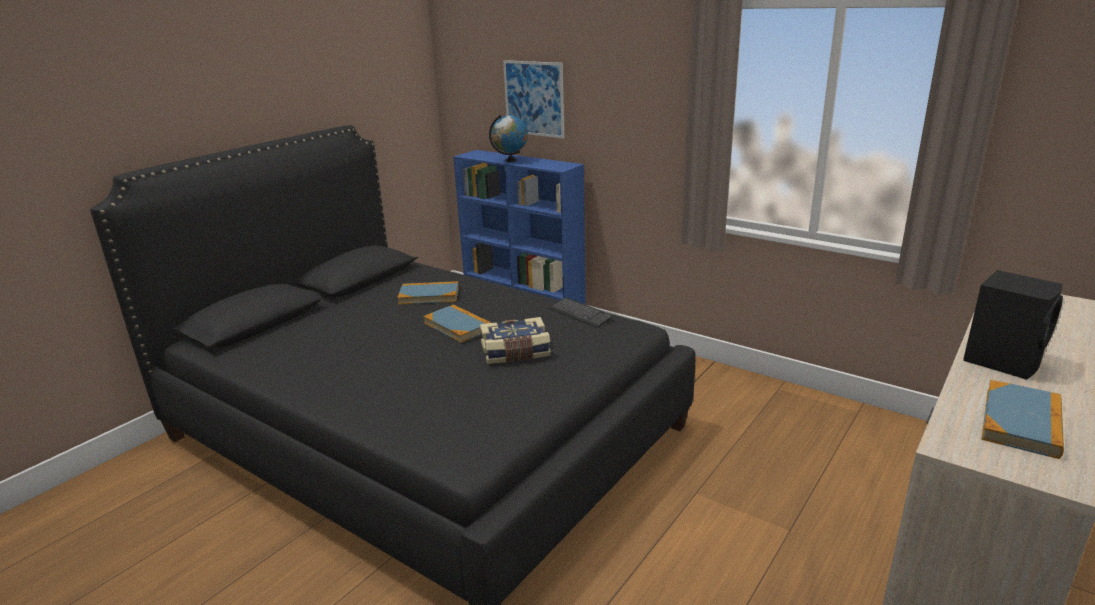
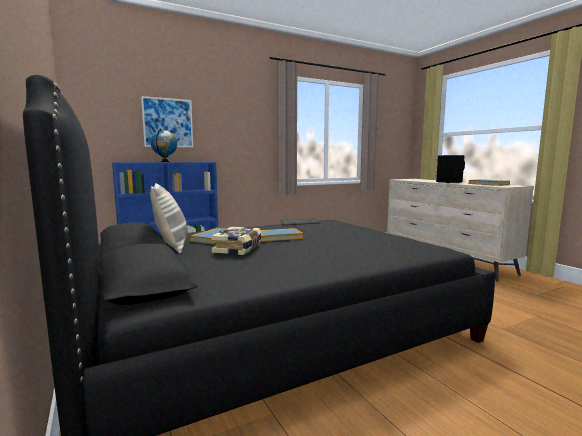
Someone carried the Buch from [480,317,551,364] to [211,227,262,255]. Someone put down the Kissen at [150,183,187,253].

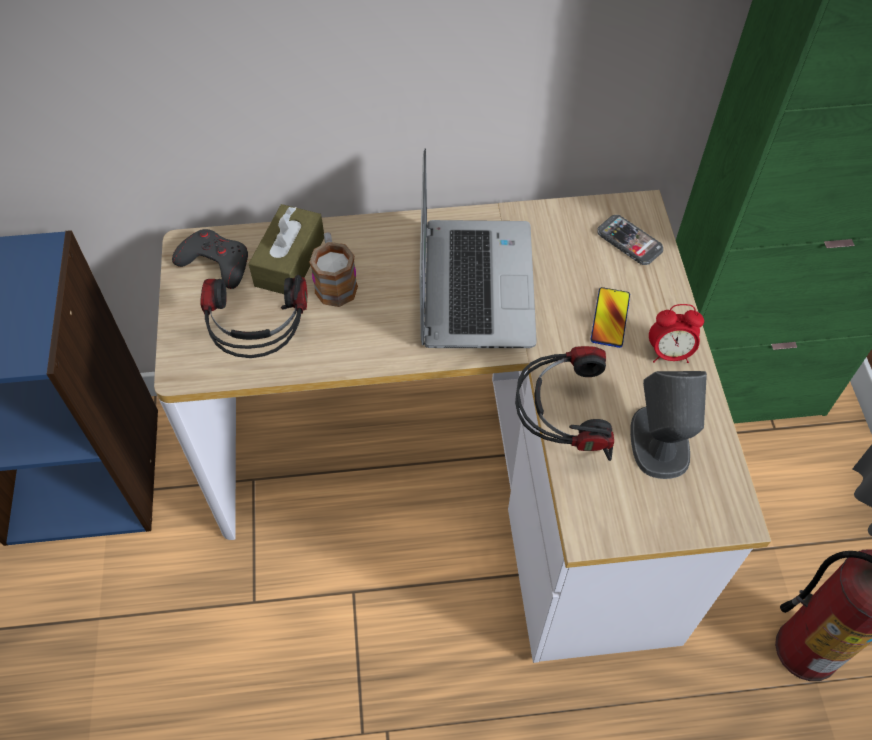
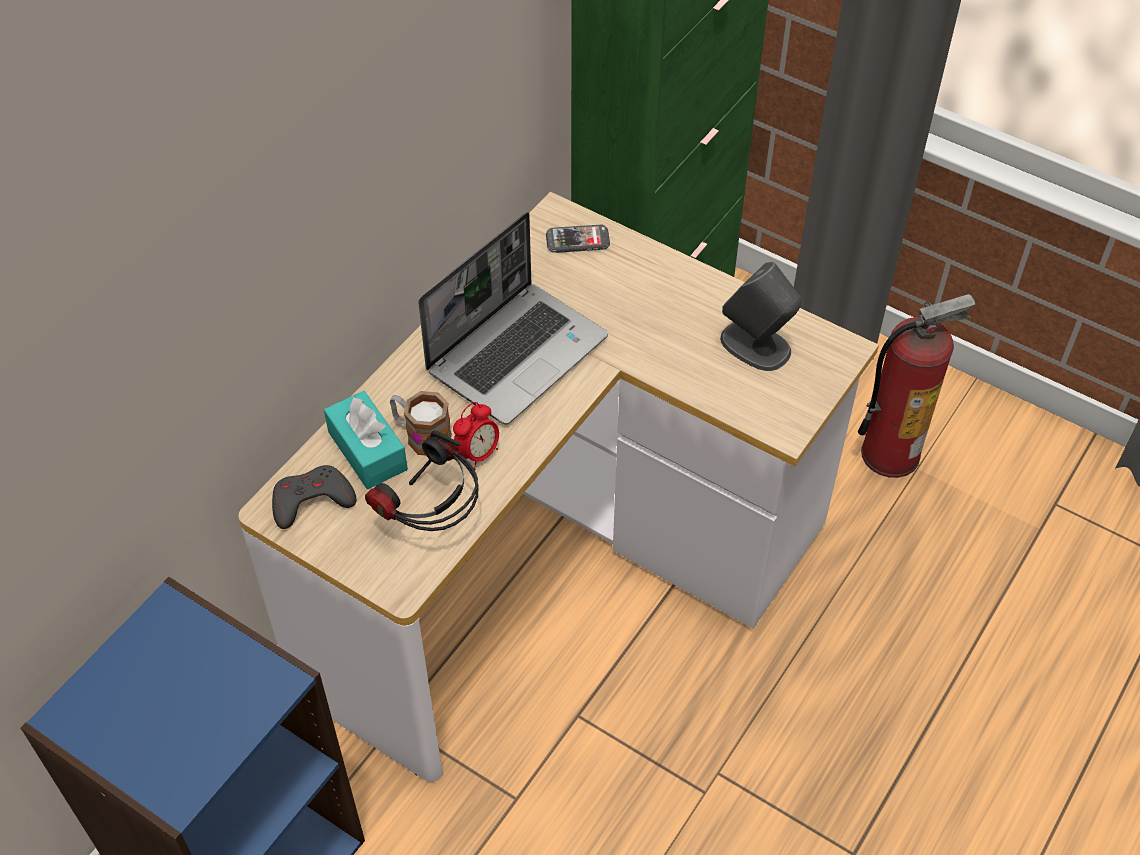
Someone repainted the Taschentuchbox/braun at [249,204,324,294], which became the Taschentuchbox/türkis at [324,391,408,489]. Someone rotated the Laptop at [419,149,537,348] by 90 degrees clockwise. Someone took away the Kopfhörer at [515,346,614,461]. Someone took away the Handy at [591,287,630,348]. Someone carried the Wecker from [649,304,704,363] to [453,402,499,469].

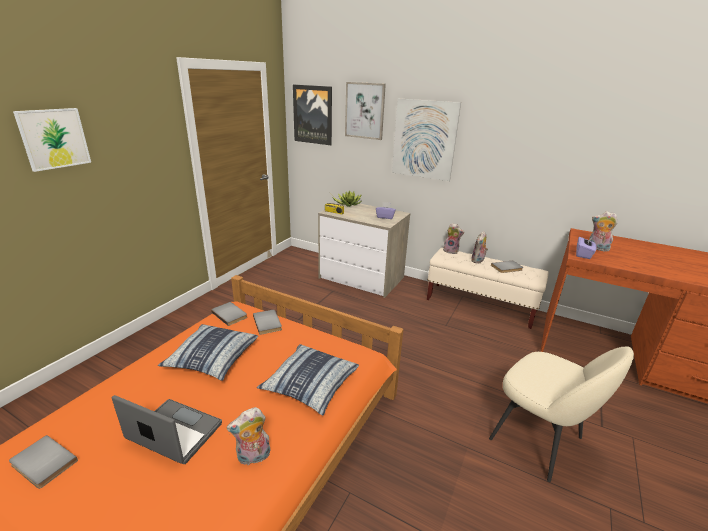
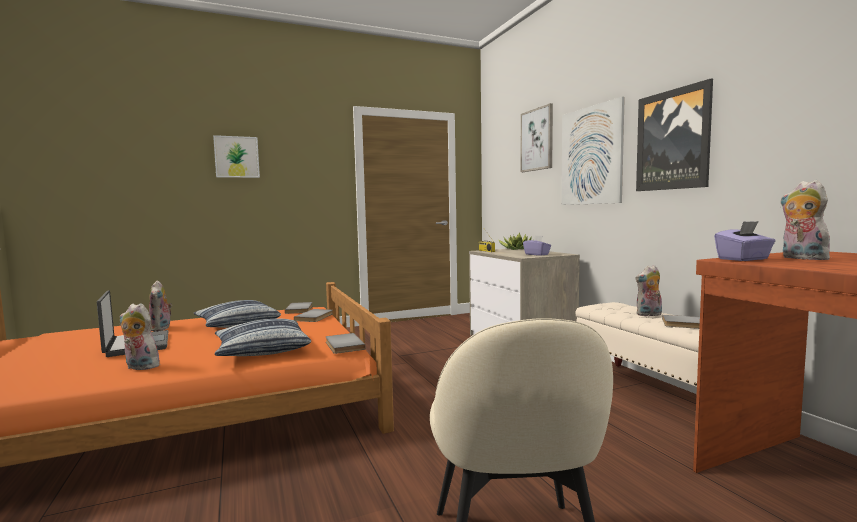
Someone carried the Buch/grau from [9,435,78,489] to [326,333,366,354]. Someone carried the Bild from [293,85,332,145] to [636,78,713,191]. Someone carried the Plüschtier from [443,223,464,254] to [149,280,173,331].

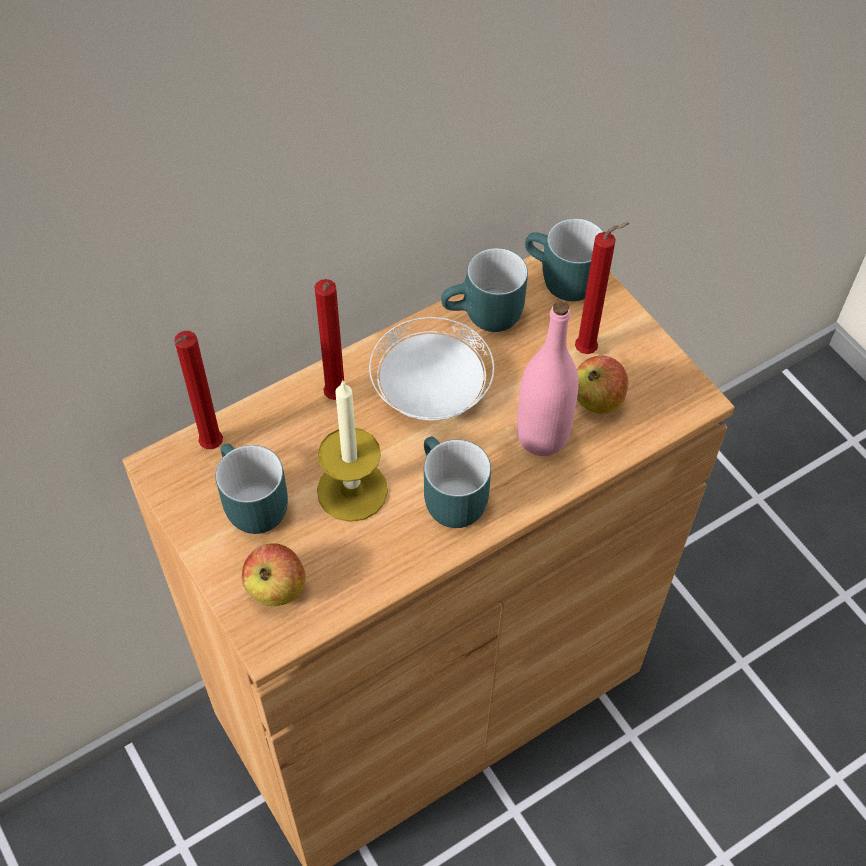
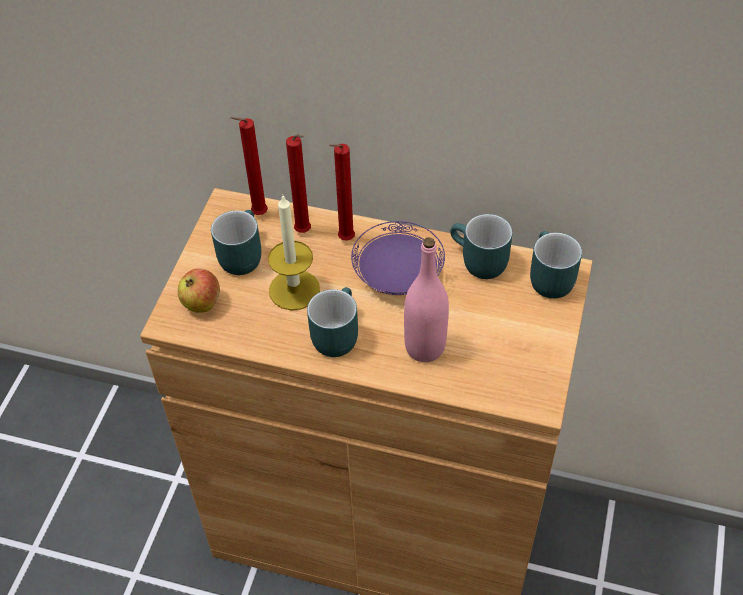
Someone repainted the Teller/weiß at [369,317,494,420], which became the Teller/lila at [351,221,445,295]. Someone carried the Kerze/rot from [575,223,630,354] to [286,134,311,233]. Someone took away the Apfel at [577,356,629,414].

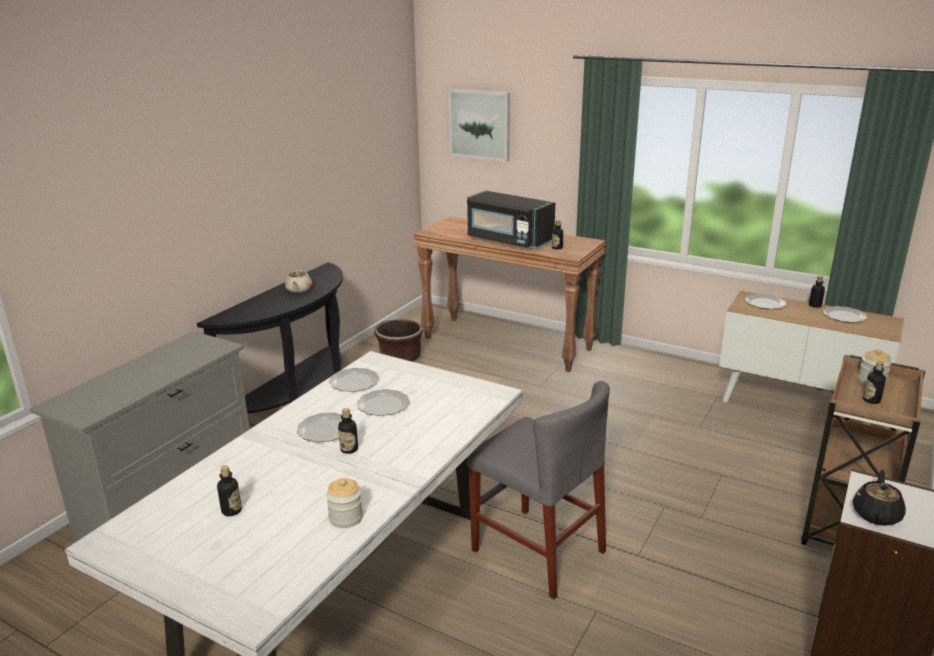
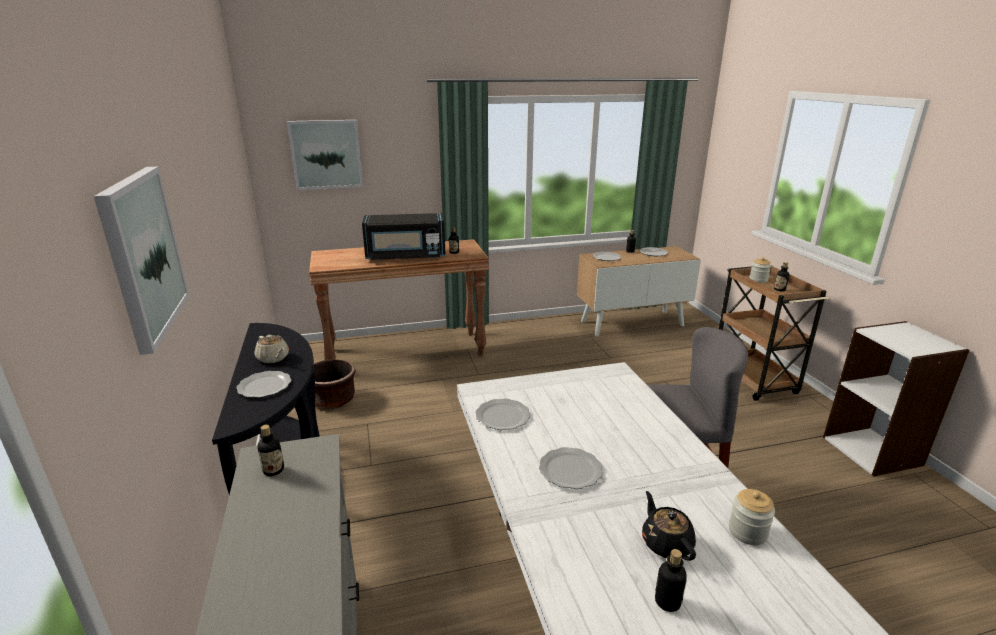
Someone carried the Flasche from [338,408,358,454] to [258,425,284,476]. Someone carried the Teller from [357,389,410,416] to [236,371,292,398]. Someone carried the Teekanne/schwarz from [853,470,906,526] to [642,491,696,561]. Someone put up the Bild at [94,167,189,355].

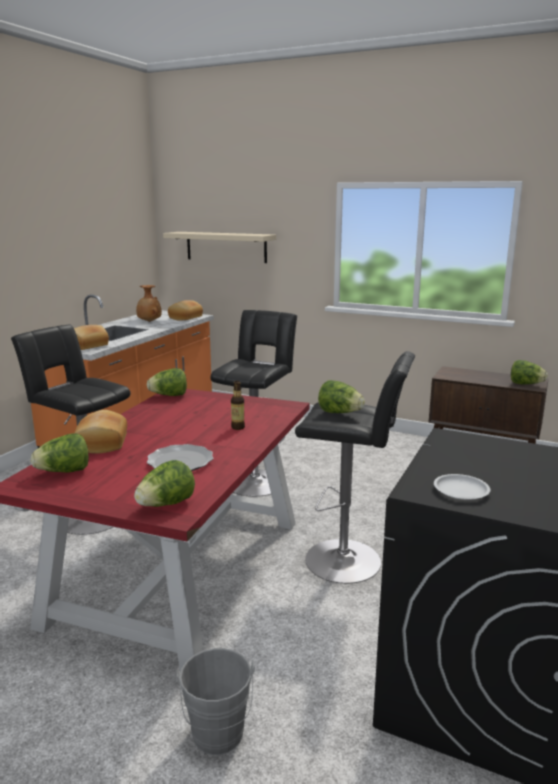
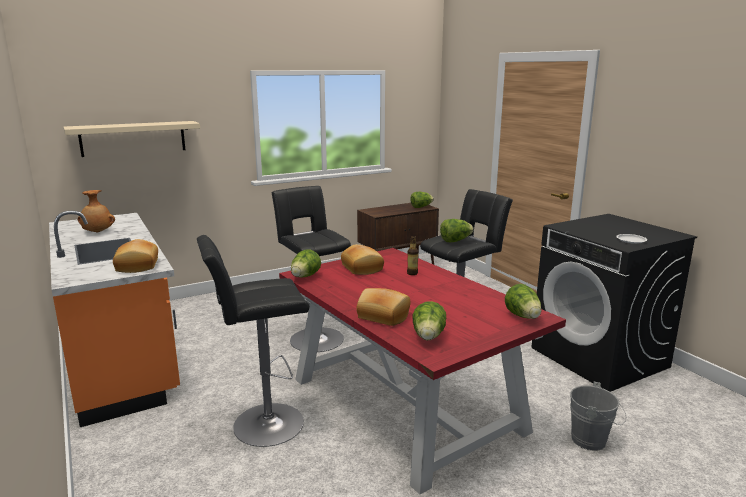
Someone took away the Teller at [147,444,213,471]. Someone carried the Brot from [168,300,203,320] to [341,244,384,275].

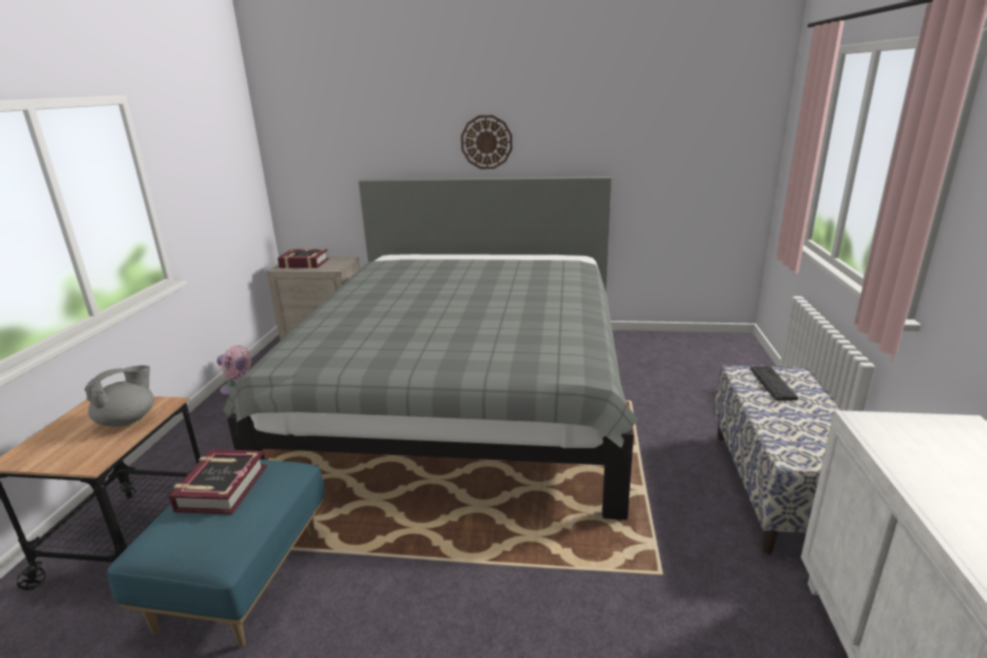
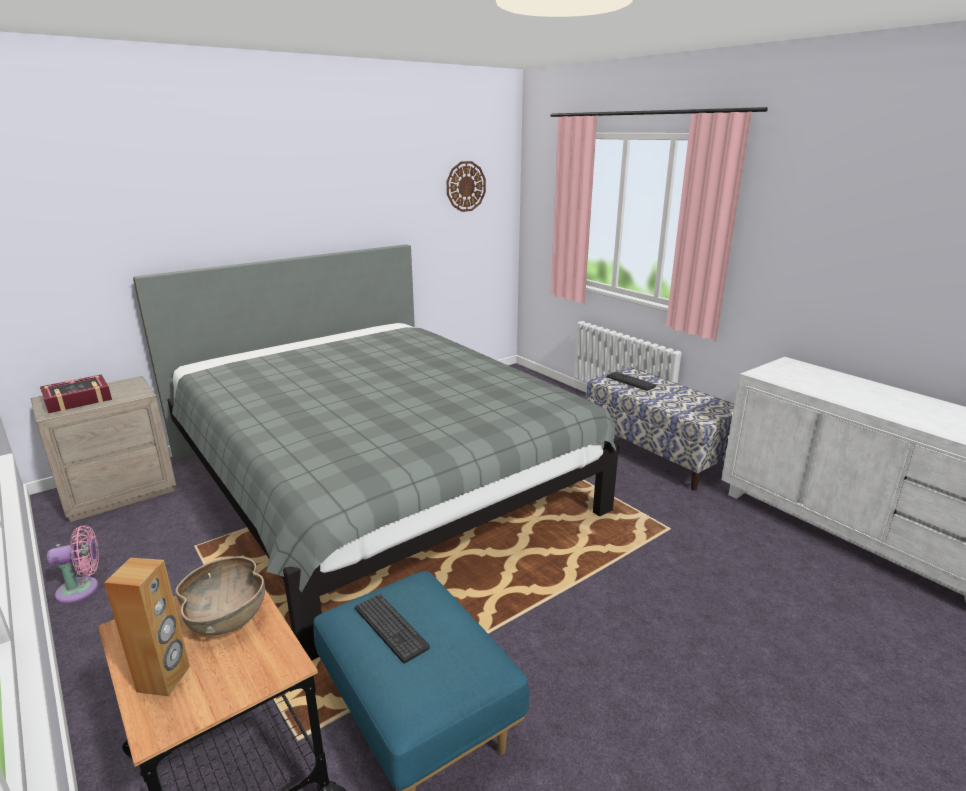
Someone swapped the Teekanne/grau at [85,365,154,427] for the Schüssel/braun at [175,556,265,635]. Someone swapped the Buch at [169,449,267,514] for the Tastatur at [355,594,430,664]. Someone carried the Wanduhr from [461,115,512,169] to [447,161,486,212]. Someone put down the Lautsprecher/braun at [104,558,190,696].

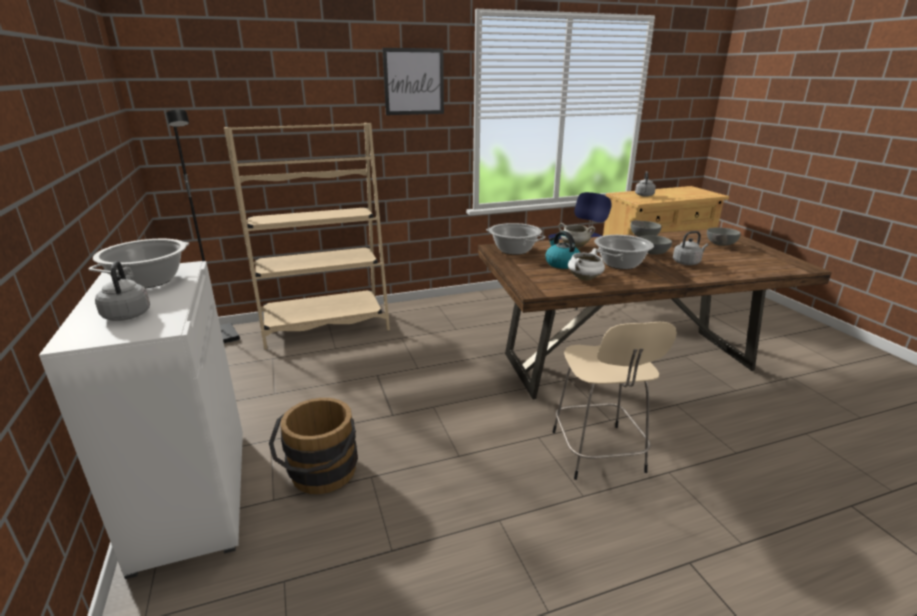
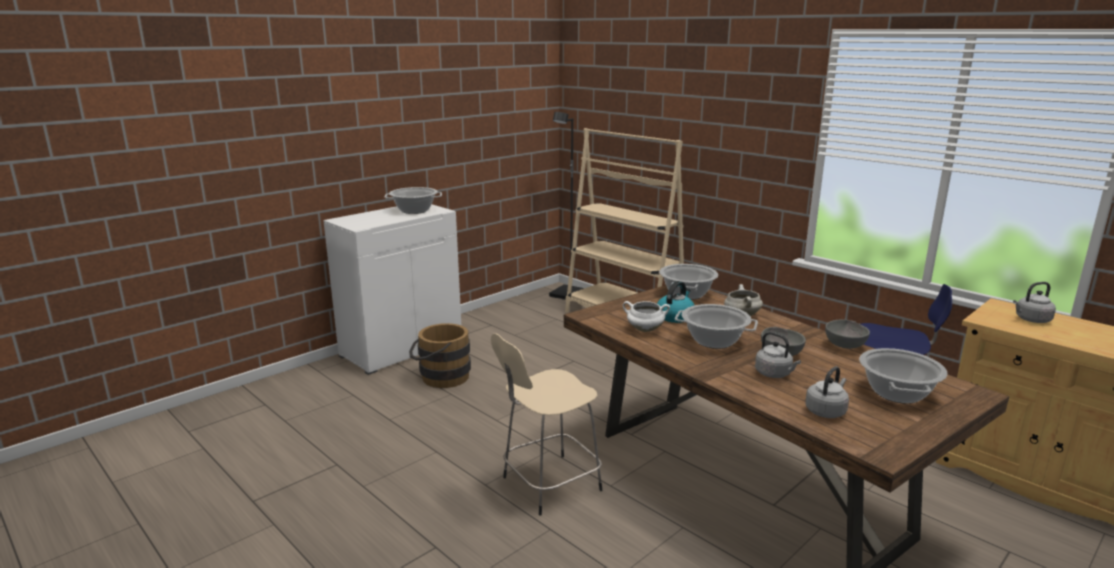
Someone carried the Wasserkessel/grau from [95,261,150,321] to [805,366,849,418]. Someone took away the Bild at [382,48,444,115]. Someone swapped the Schüssel/grau at [707,228,741,246] for the Kochtopf at [859,348,948,404].

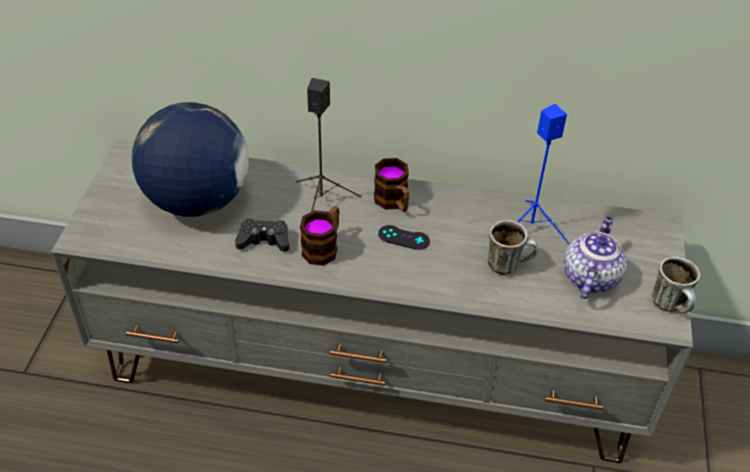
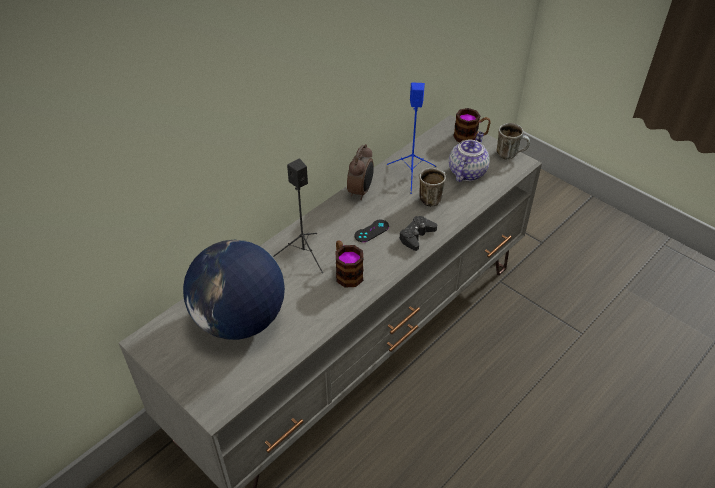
Someone carried the Gamepad/schwarz from [235,219,289,252] to [399,216,437,251]. Someone carried the Henkelbecher from [374,158,409,212] to [453,108,491,142]. Someone rotated the Teekanne at [564,216,627,299] by 60 degrees clockwise. Someone put down the Wecker at [347,144,374,200].

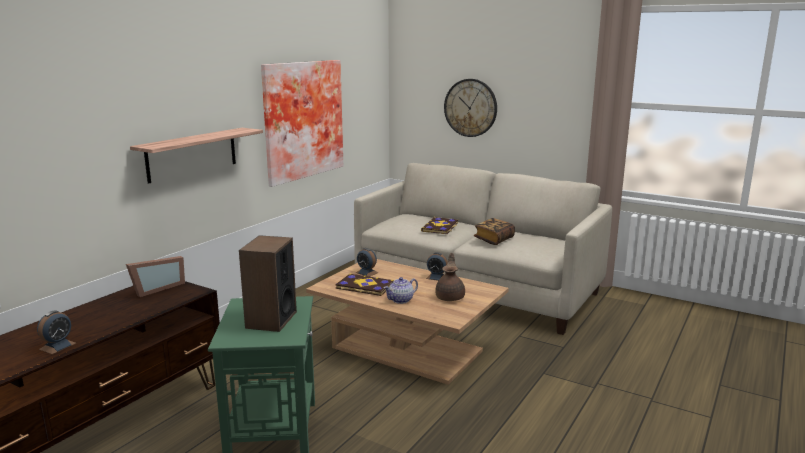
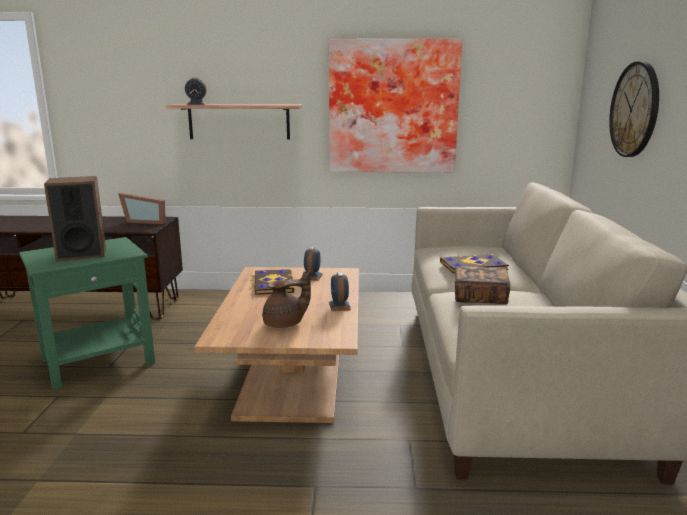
Someone carried the Wecker from [37,310,76,354] to [185,77,207,105]. Someone took away the Teekanne at [384,277,418,304].

